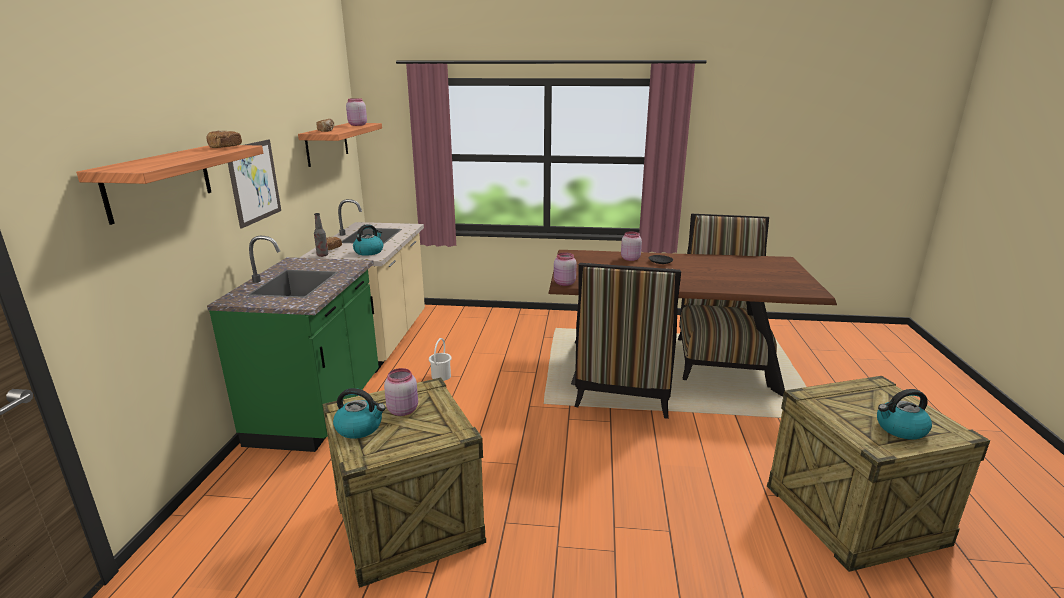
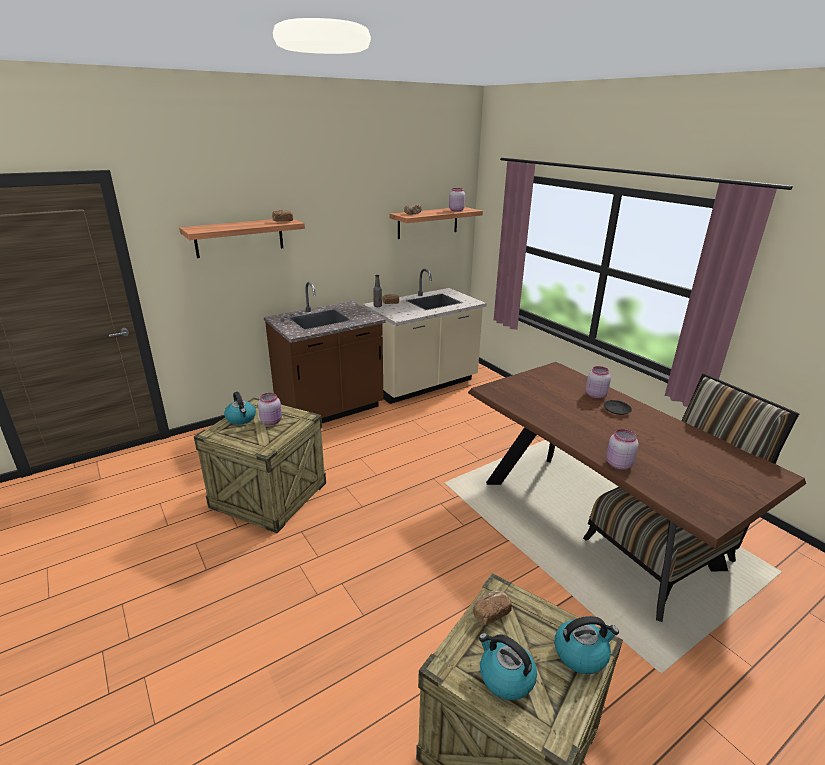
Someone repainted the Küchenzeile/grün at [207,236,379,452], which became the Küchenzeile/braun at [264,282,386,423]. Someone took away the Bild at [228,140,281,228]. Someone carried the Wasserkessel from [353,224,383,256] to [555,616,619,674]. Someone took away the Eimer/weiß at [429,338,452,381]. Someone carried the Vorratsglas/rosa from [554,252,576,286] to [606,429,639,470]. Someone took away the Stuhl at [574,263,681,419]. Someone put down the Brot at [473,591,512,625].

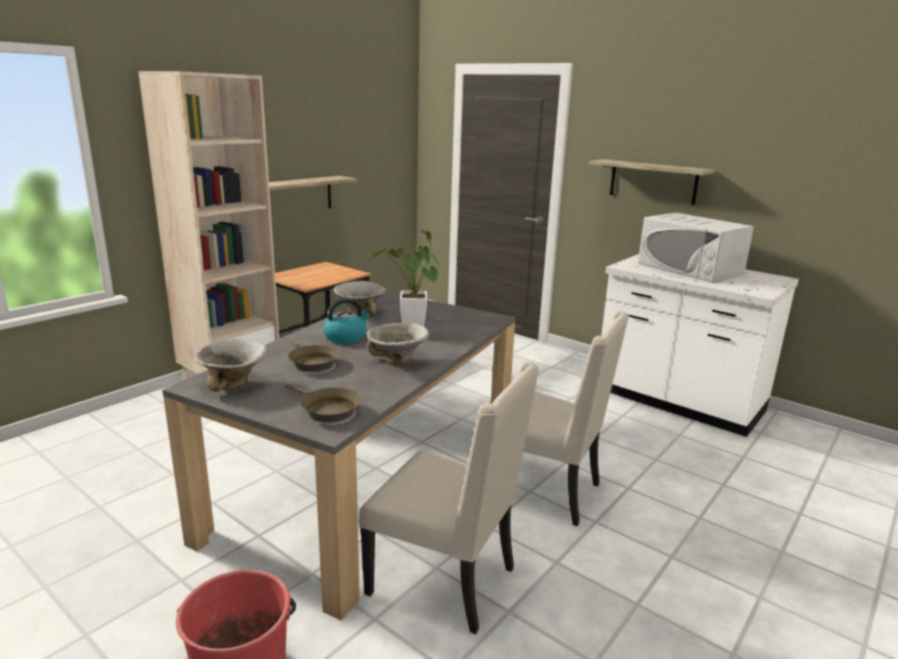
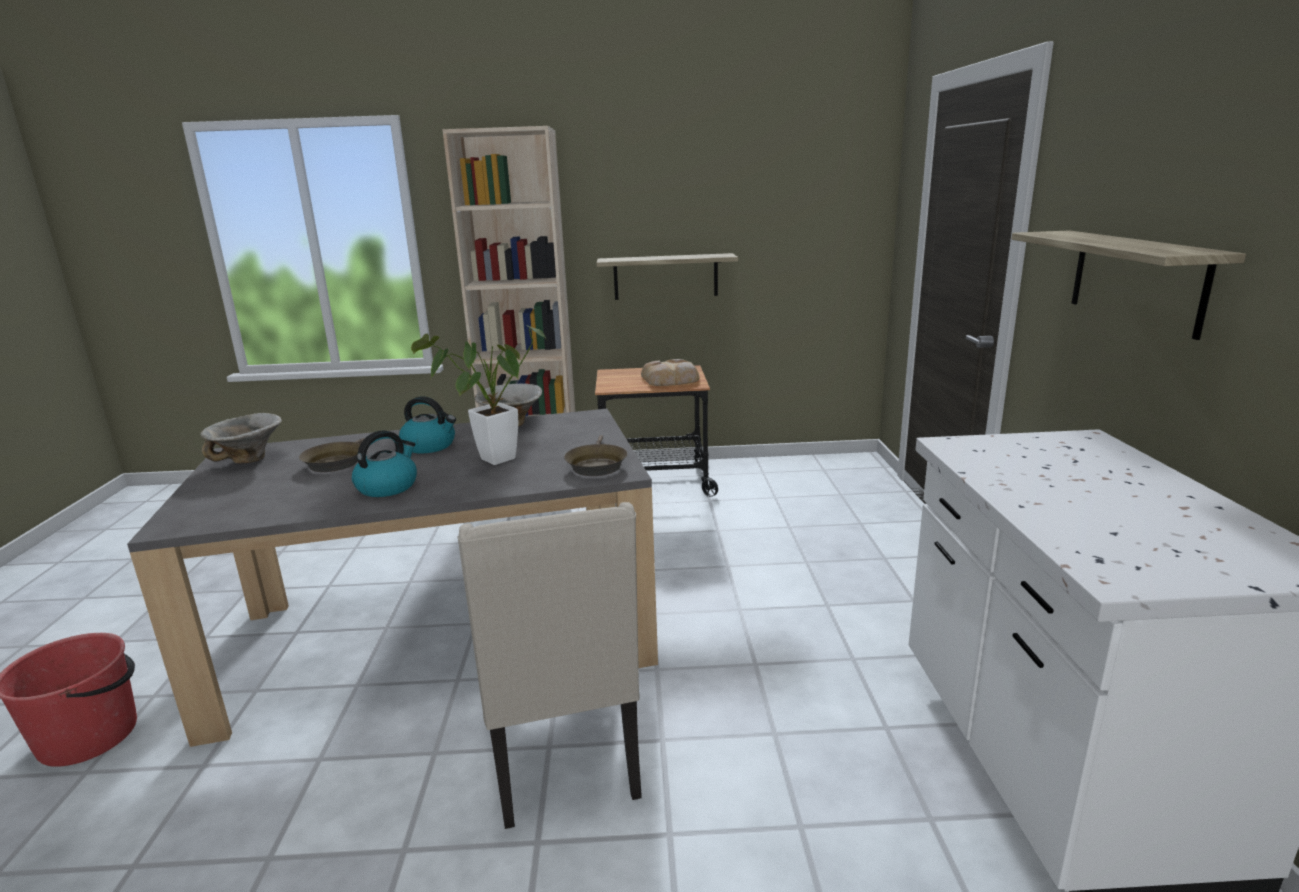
Someone carried the Pfanne/braun from [285,384,361,423] to [564,435,627,476]. Someone took away the Stuhl/beige at [359,362,539,634]. Someone swapped the Schüssel at [367,323,429,365] for the Wasserkessel at [352,430,417,497]. Someone took away the Mikrowelle/weiß at [638,213,754,283]. Someone put down the Brot at [641,359,699,386].

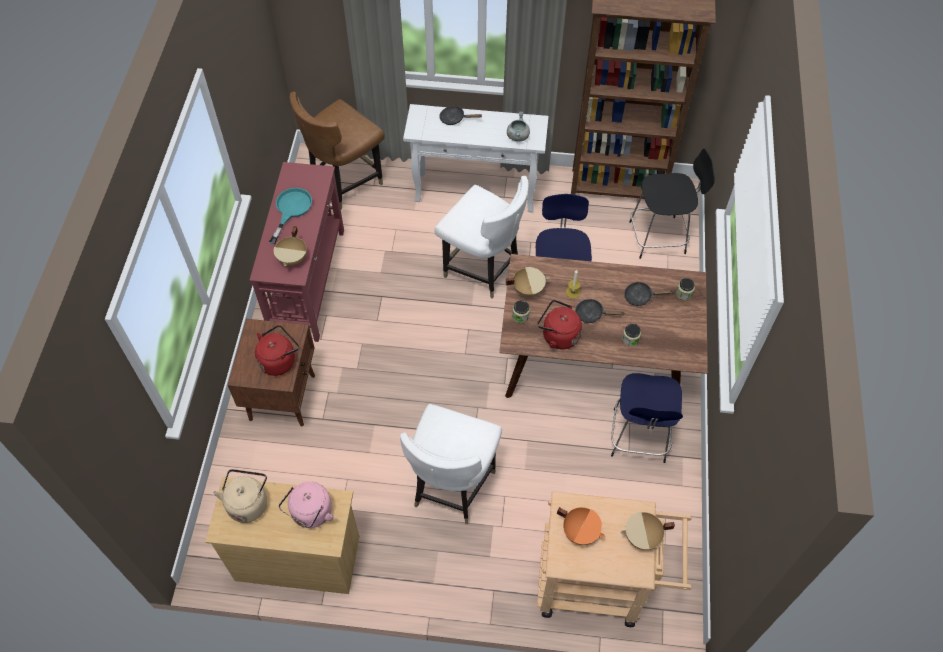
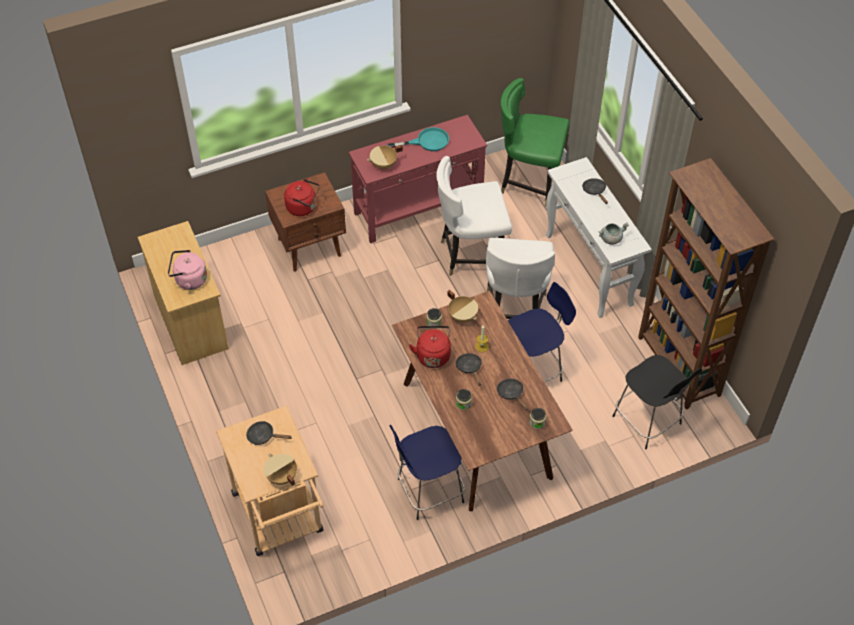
Someone took away the Wasserkessel/beige at [213,469,267,523]. Someone repainted the Stuhl/braun at [290,91,385,209], which became the Stuhl/grün at [500,78,570,206]. Someone carried the Stuhl/weiß from [400,404,502,524] to [436,156,512,276]. Someone swapped the Kochtopf/orange at [557,507,605,545] for the Pfanne/schwarz at [246,421,292,445].

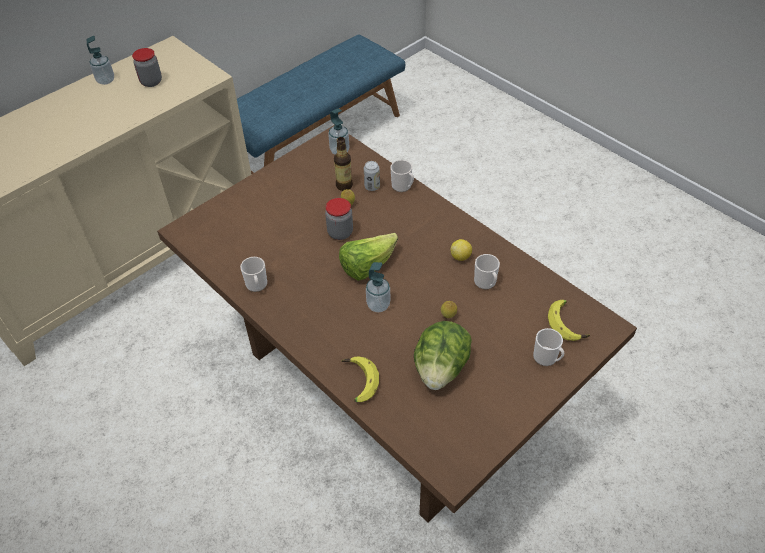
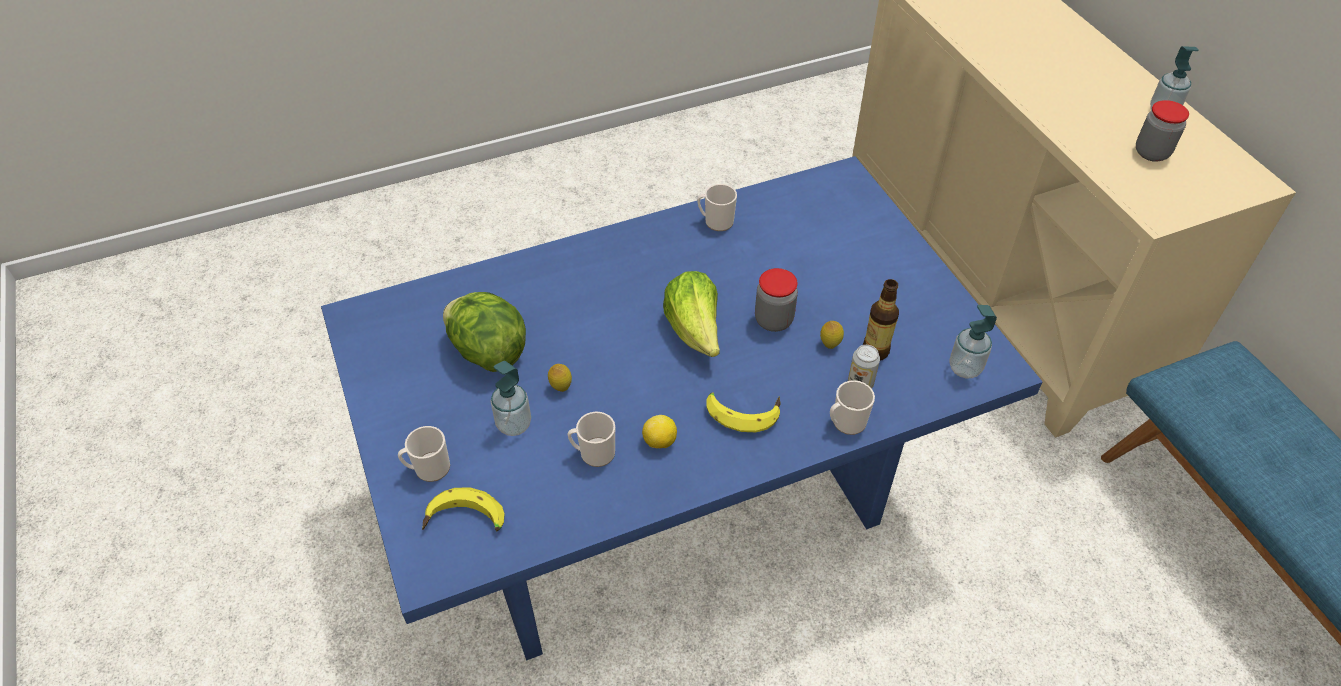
Someone repainted the Esstisch/braun at [157,125,637,523], which became the Esstisch/blau at [321,156,1043,660]. Someone carried the Banane from [341,356,379,402] to [707,392,780,432]. Someone carried the Seifenspender from [366,262,390,312] to [491,361,531,436].

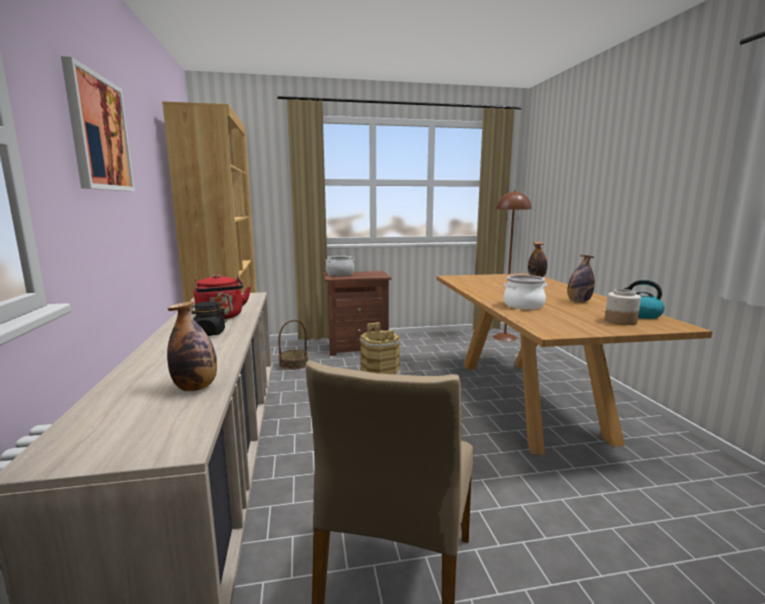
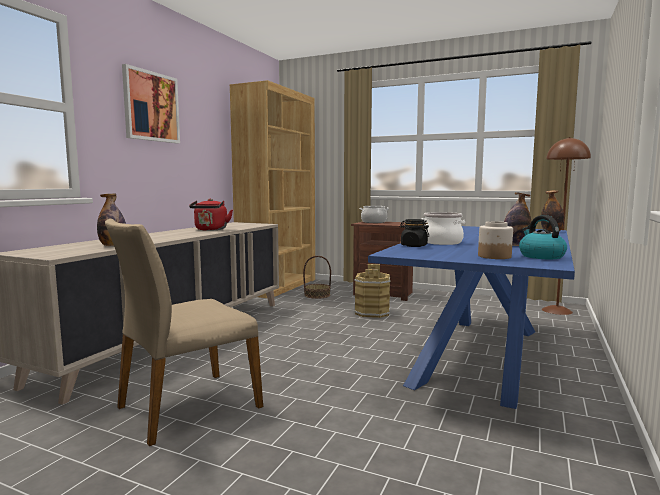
Someone carried the Vorratsglas/schwarz from [191,301,227,336] to [400,219,429,247]. Someone repainted the Esstisch/braun at [437,273,713,455], which became the Esstisch/blau at [368,226,575,409].

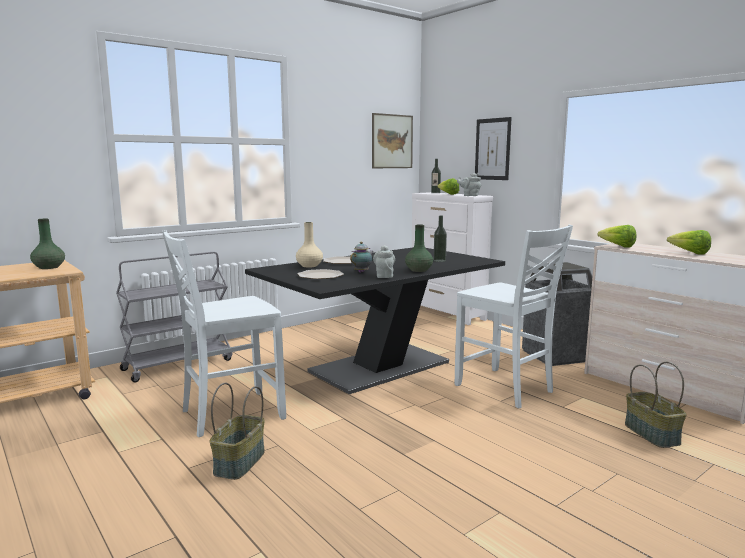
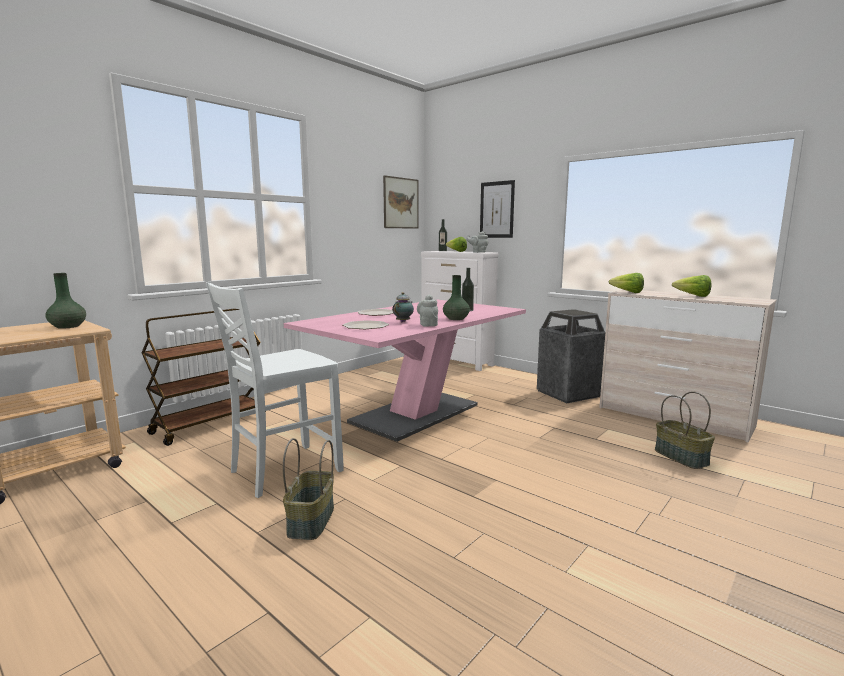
Someone repainted the Rollwagen/grau at [116,252,232,382], which became the Rollwagen/braun at [142,309,266,446]. Someone repainted the Esstisch/schwarz at [245,248,505,394], which became the Esstisch/rosa at [284,300,526,442]. Someone took away the Vase/beige at [296,222,323,268]. Someone took away the Stuhl/weiß at [454,225,573,408].

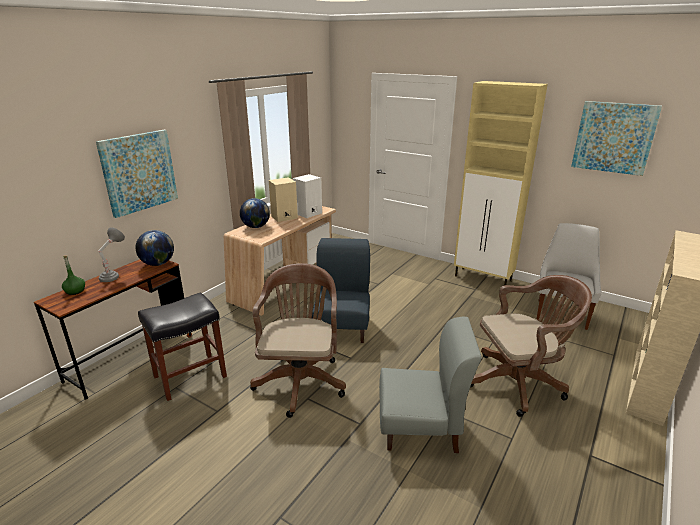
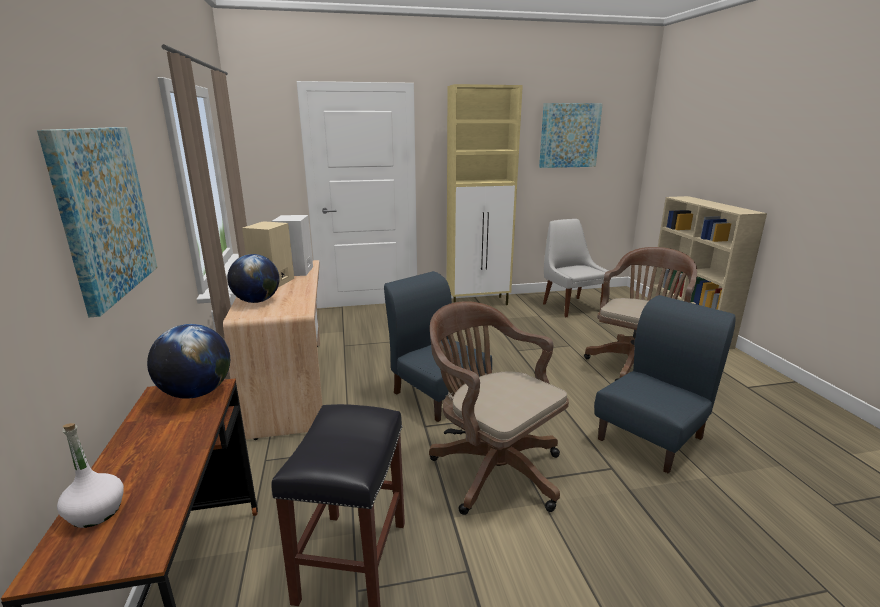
Someone repainted the Flasche/grün at [62,255,85,295], which became the Flasche/weiß at [57,423,124,528]. Someone took away the Tischlampe/grau at [98,227,125,282]. Someone repainted the Stuhl/grau at [379,317,482,453], which became the Stuhl/blau at [594,295,736,474].

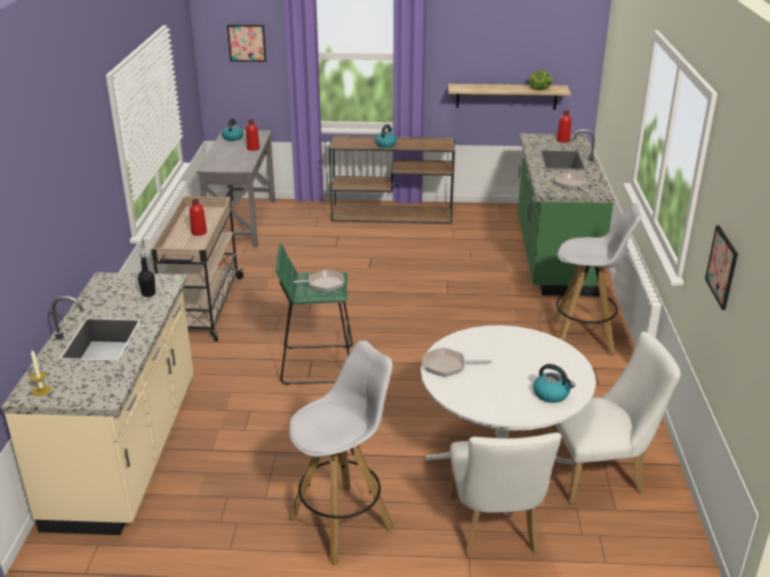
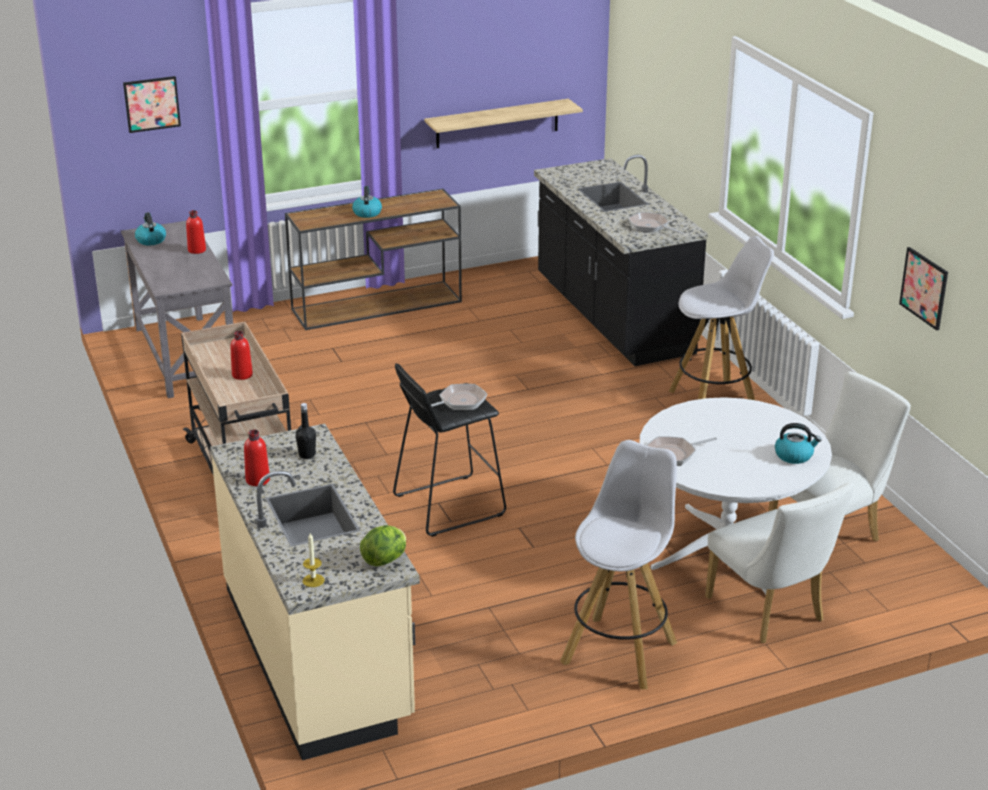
Someone repainted the Hocker/grün at [276,243,353,385], which became the Hocker/schwarz at [393,363,506,537]. Someone repainted the Küchenzeile/grün at [518,129,614,297], which became the Küchenzeile/schwarz at [534,155,708,366]. Someone carried the Salatkopf from [529,71,553,90] to [360,525,406,566]. Someone carried the Flasche/rot from [557,110,571,143] to [244,430,270,486].

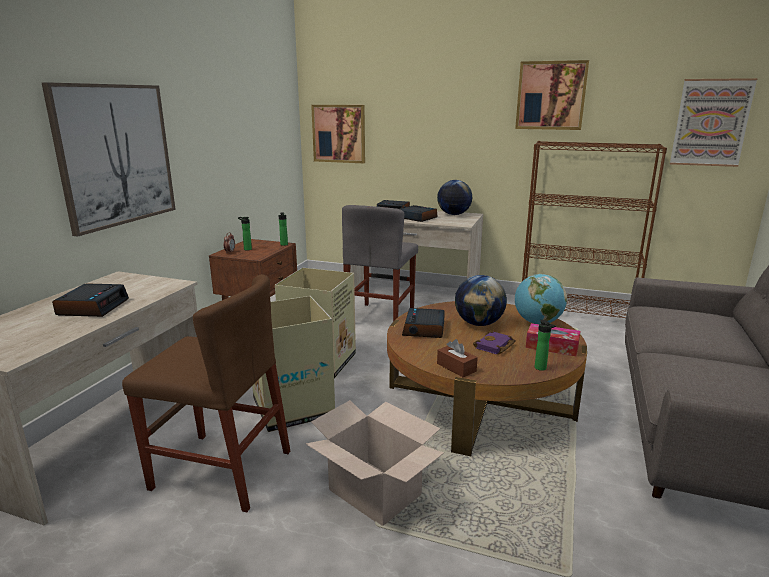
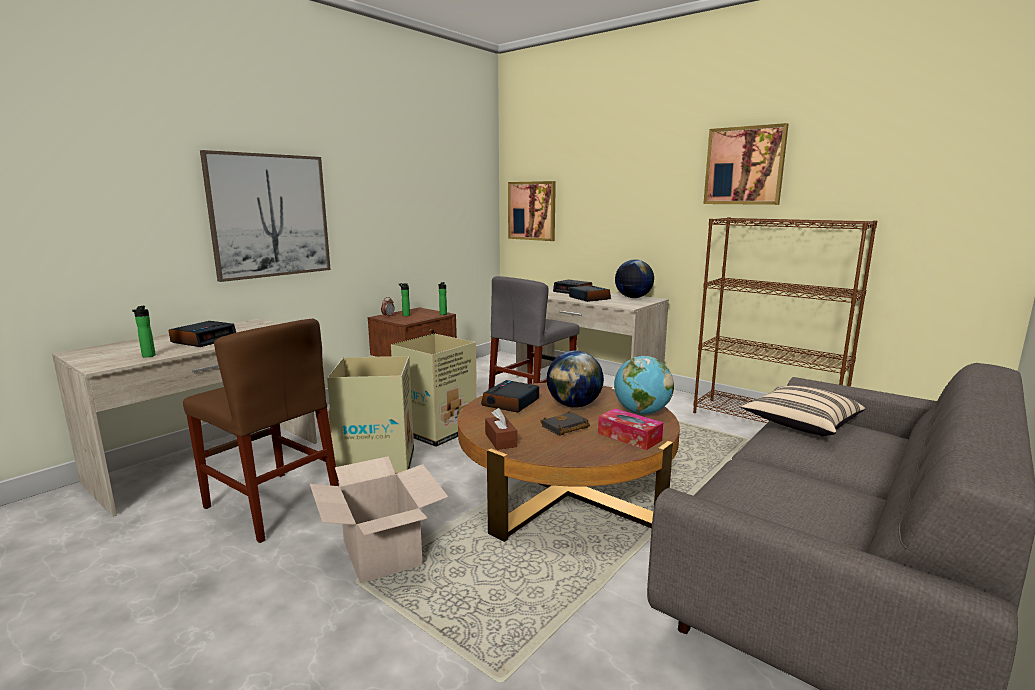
Someone repainted the Buch/lila at [473,331,516,355], which became the Buch/schwarz at [541,411,590,435]. Someone carried the Flasche from [535,320,556,371] to [132,306,156,357]. Someone took away the Bild at [670,78,758,167]. Someone put down the Kissen/beige at [741,386,865,436].

